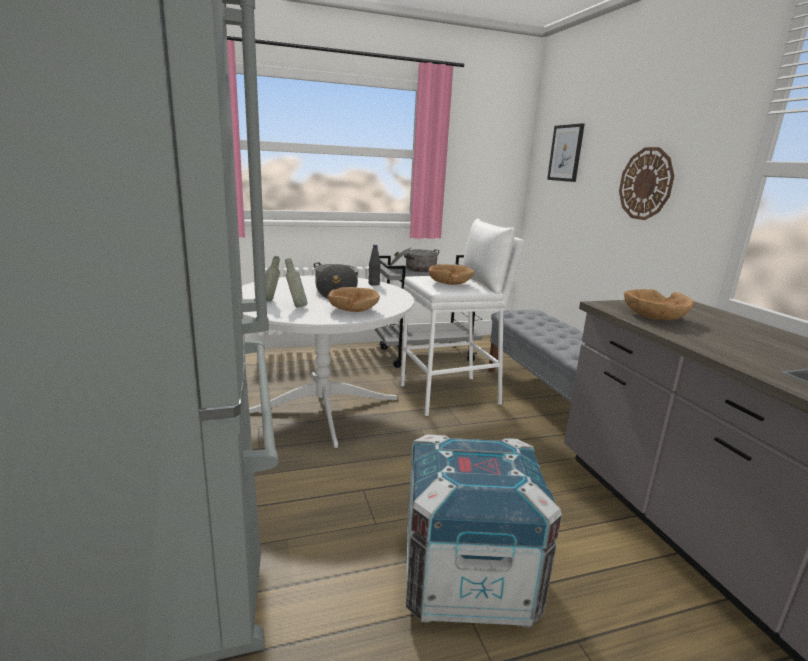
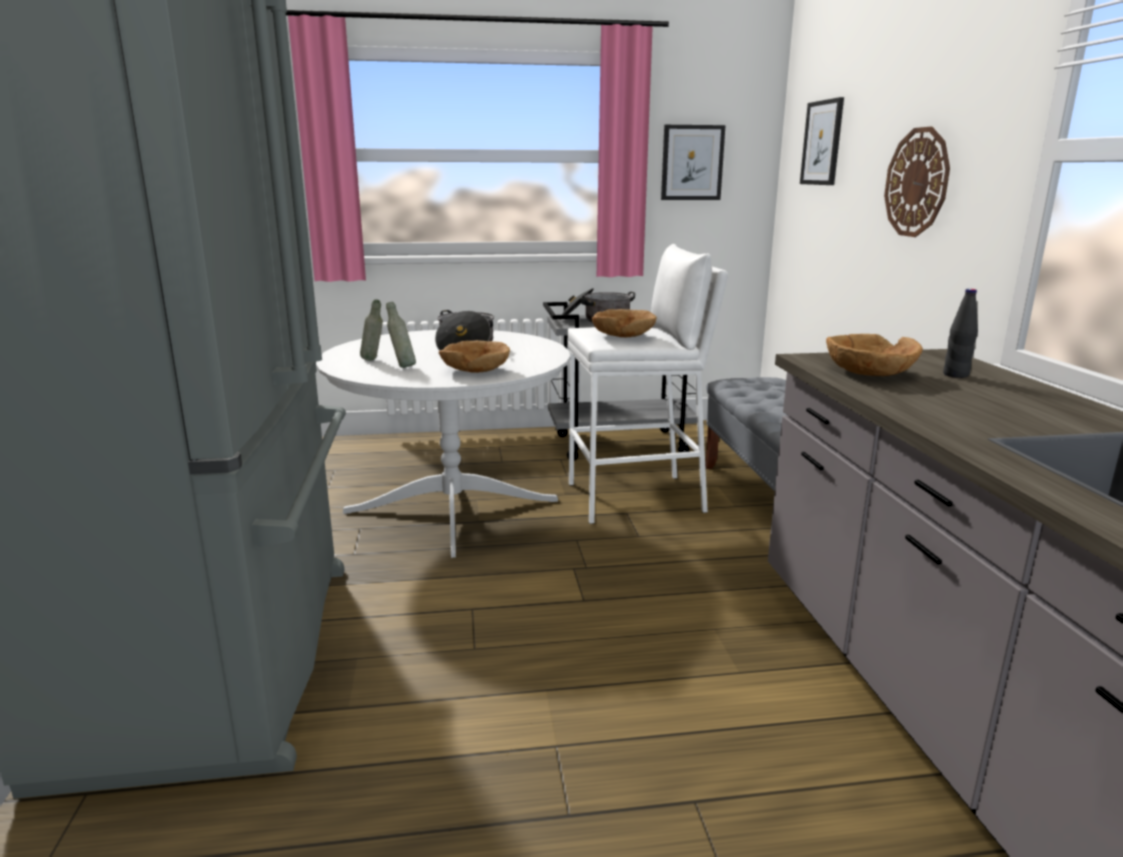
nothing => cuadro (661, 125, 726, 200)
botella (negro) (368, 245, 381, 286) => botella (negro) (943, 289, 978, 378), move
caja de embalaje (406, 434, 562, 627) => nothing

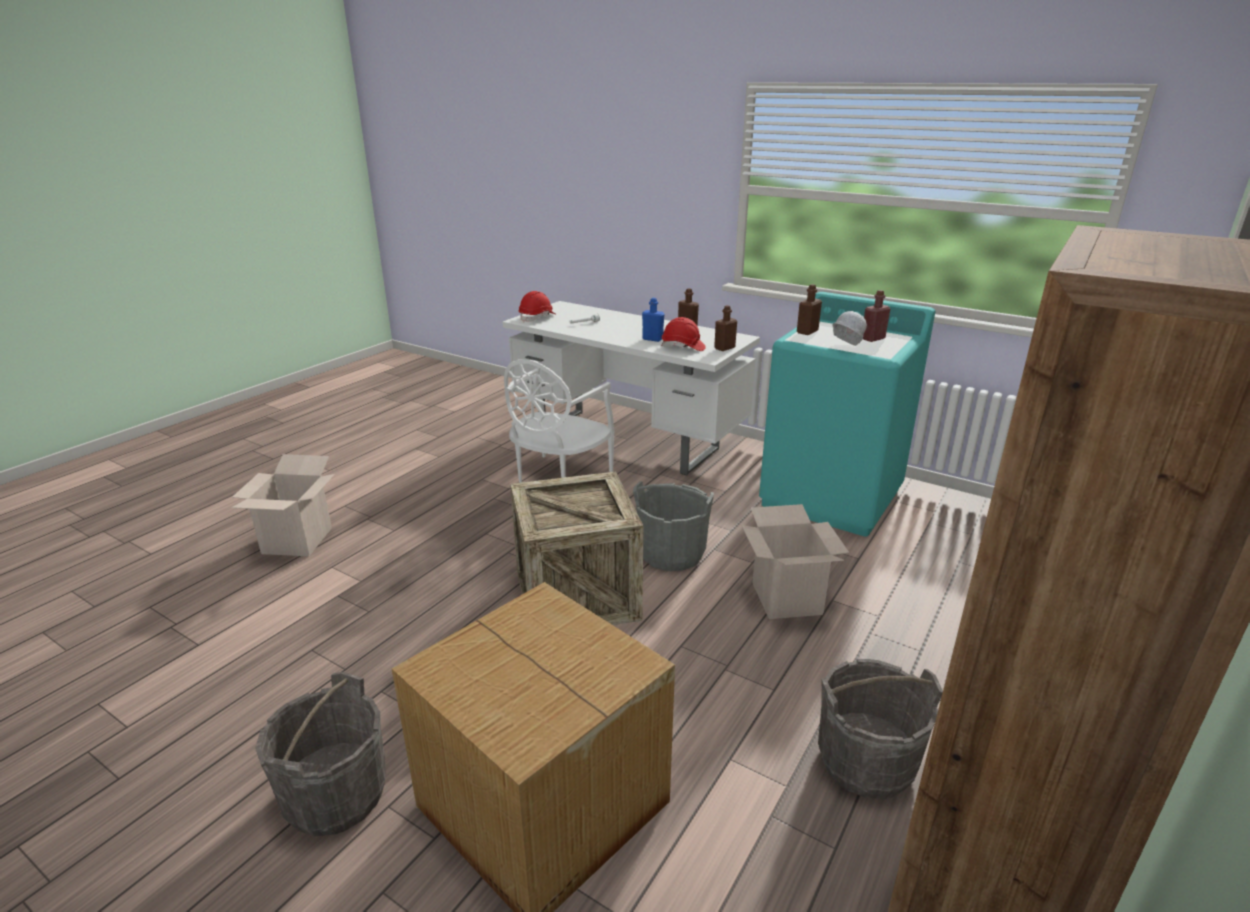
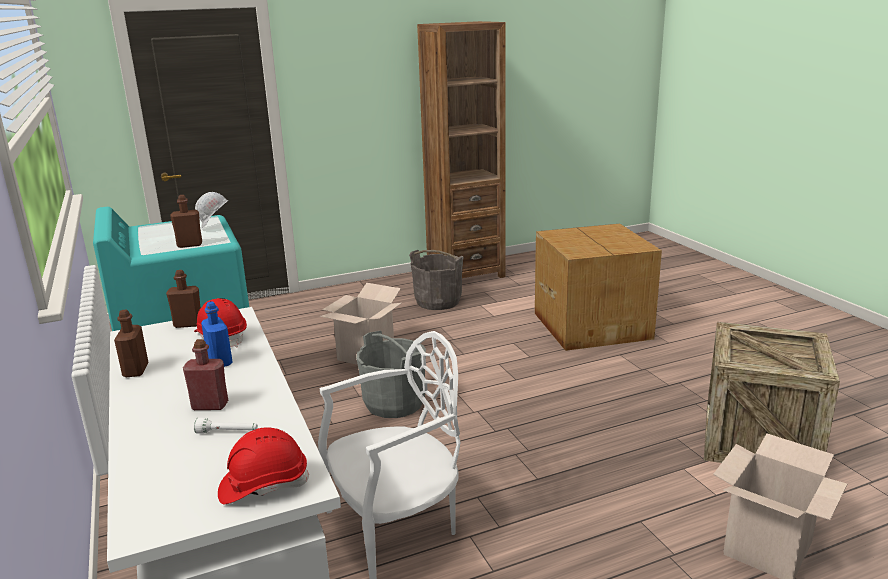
botella (rojo) (863, 290, 890, 342) => botella (rojo) (183, 339, 228, 410), move
caja de embalaje (510, 471, 644, 625) => caja de embalaje (704, 322, 840, 463), move
cubo (gris) (255, 672, 386, 836) => nothing

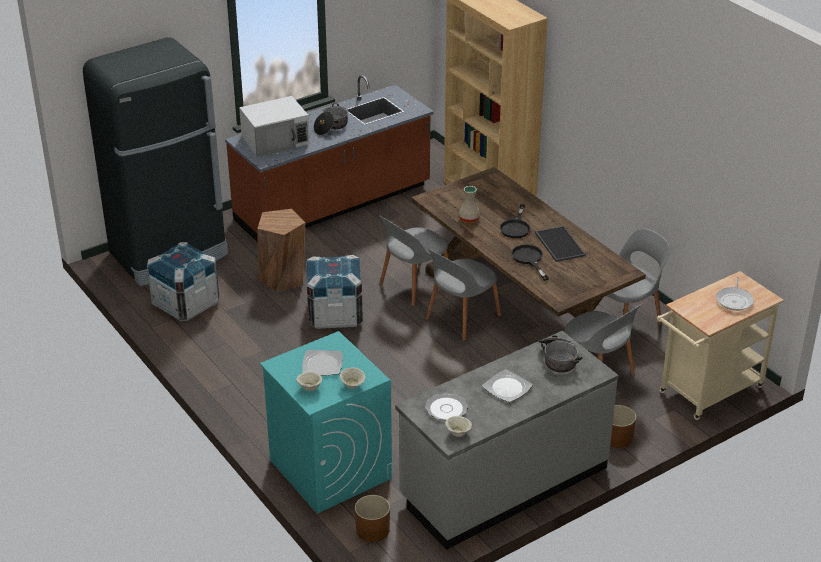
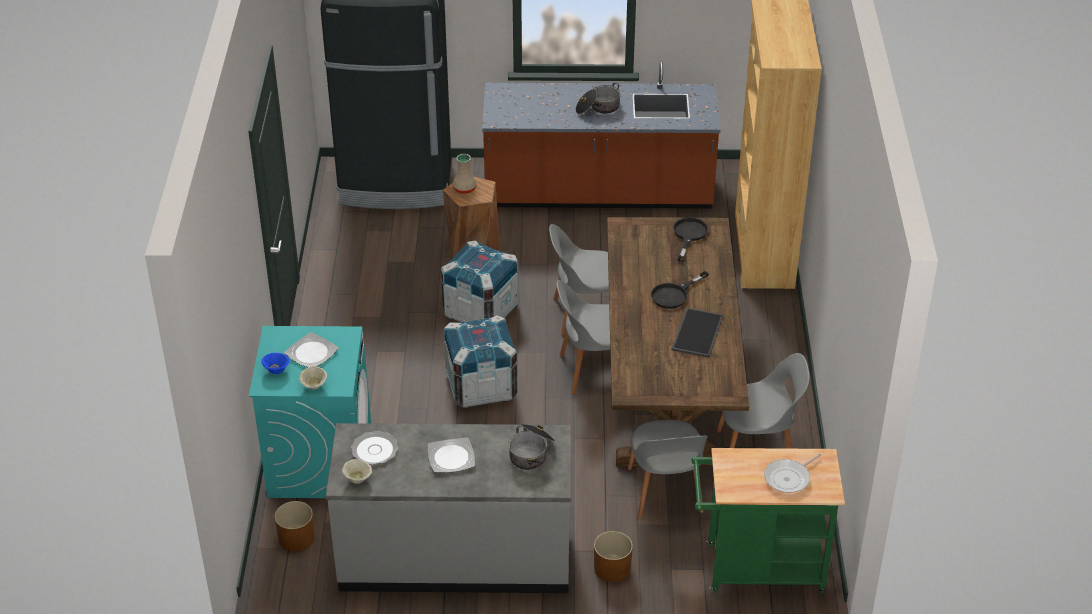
cuenco (beis) (296, 372, 322, 391) => cuenco (azul) (262, 353, 289, 374)
caja de embalaje (147, 242, 219, 321) => caja de embalaje (443, 315, 517, 408), move
florero (beis) (459, 186, 480, 223) => florero (beis) (453, 154, 477, 194), move
sartén (negro) (511, 244, 549, 281) => sartén (negro) (673, 217, 708, 262), move
carrito (beis) (657, 271, 784, 420) => carrito (verde) (692, 448, 845, 593)
microondas (blanco) (239, 96, 310, 157) => nothing

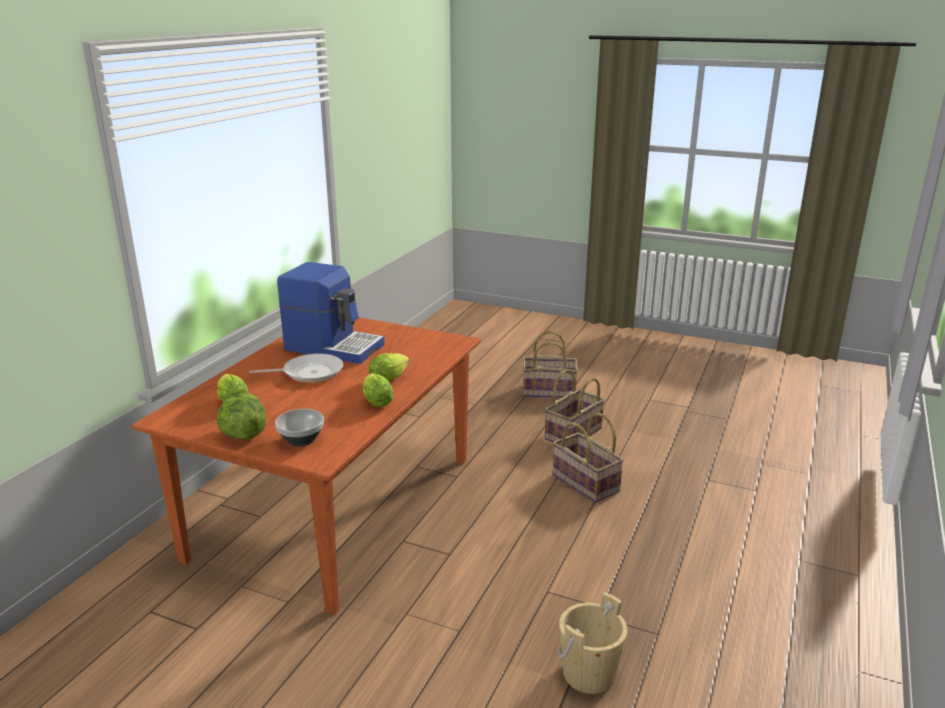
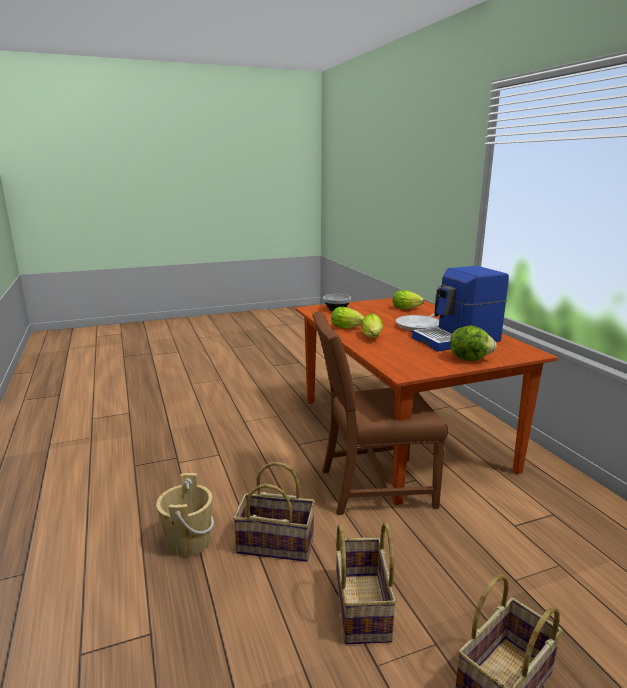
cubo (beis) (558, 592, 627, 694) => cubo (beis) (156, 473, 214, 557), move
nothing => silla (marrón) (313, 311, 448, 515)
lechuga (217, 393, 266, 439) => lechuga (450, 326, 497, 361), move

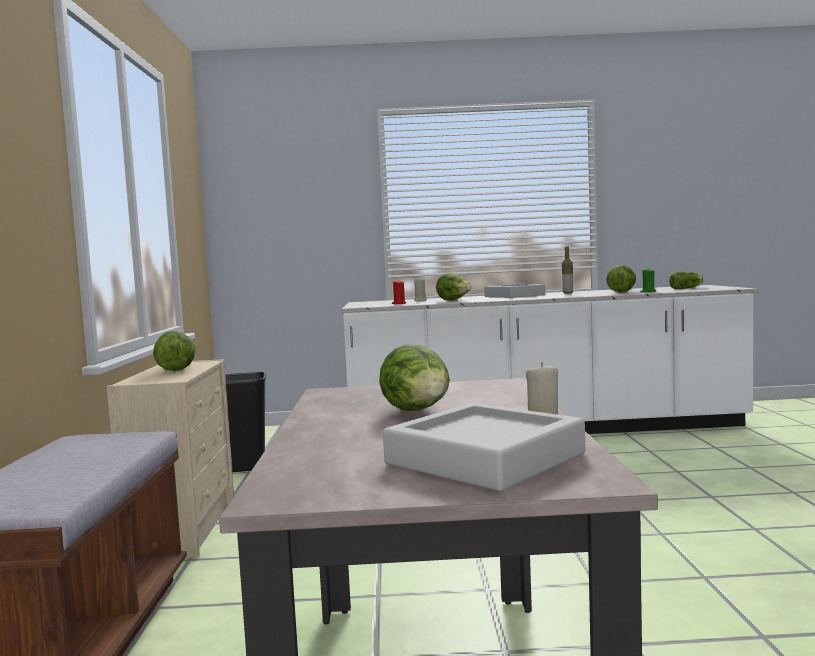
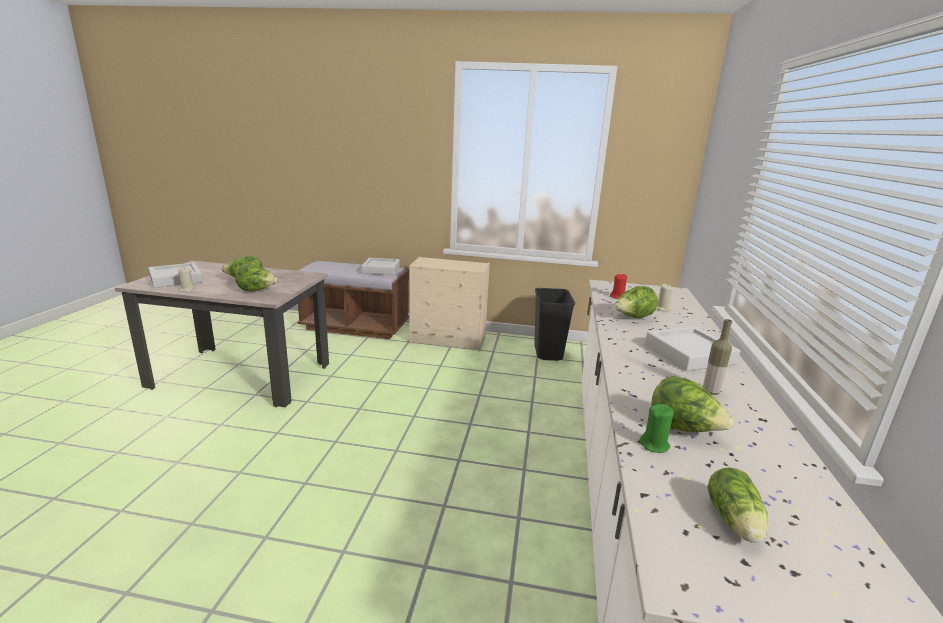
lechuga (153, 331, 196, 371) => lechuga (235, 264, 278, 292), move
nothing => bandeja (gris) (361, 258, 400, 275)

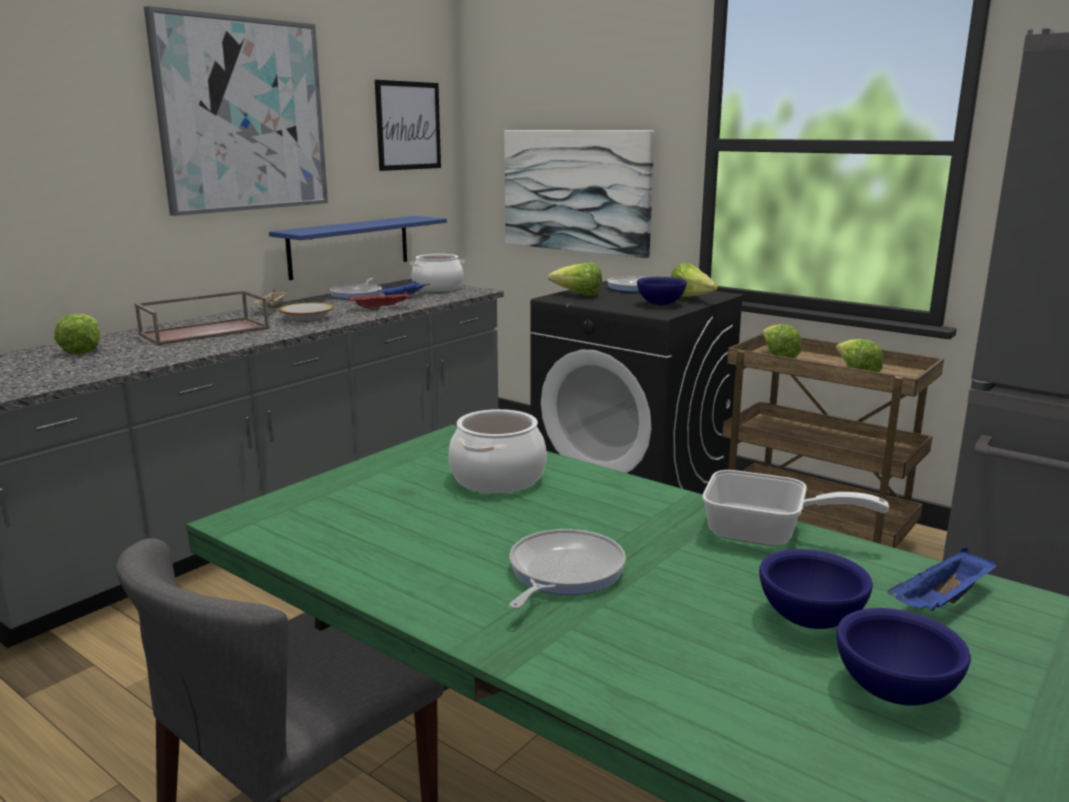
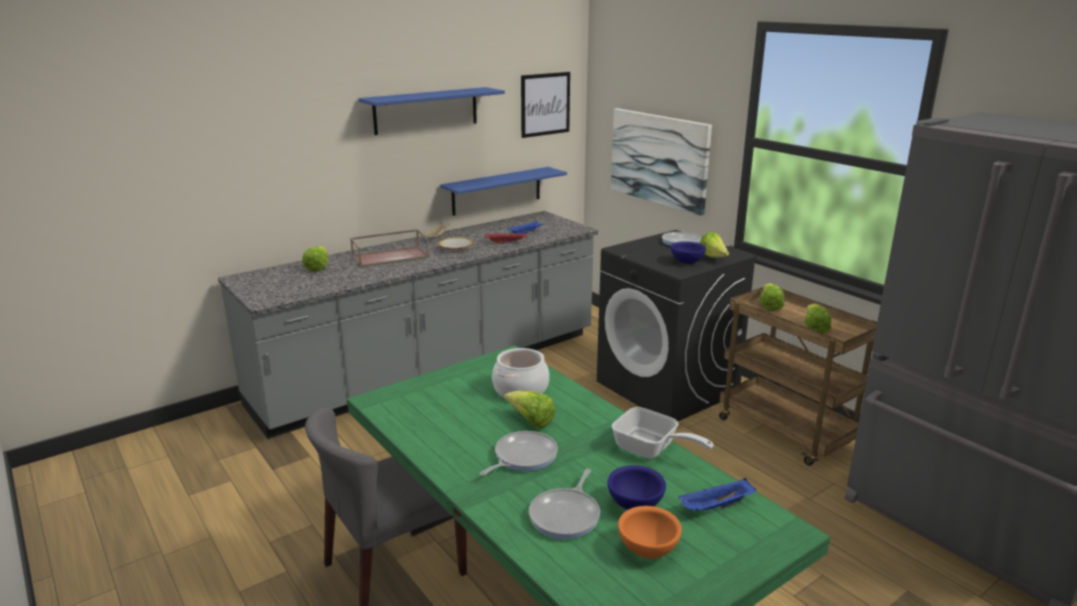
cuadro (144, 6, 328, 216) => estante (azul) (358, 87, 505, 135)
lechuga (548, 262, 602, 296) => lechuga (504, 391, 555, 429), move
sartén (330, 278, 382, 300) => sartén (529, 469, 600, 539), move
cuenco (azul) (836, 608, 971, 706) => cuenco (naranja) (618, 506, 682, 558)
olla (410, 254, 464, 292) => nothing

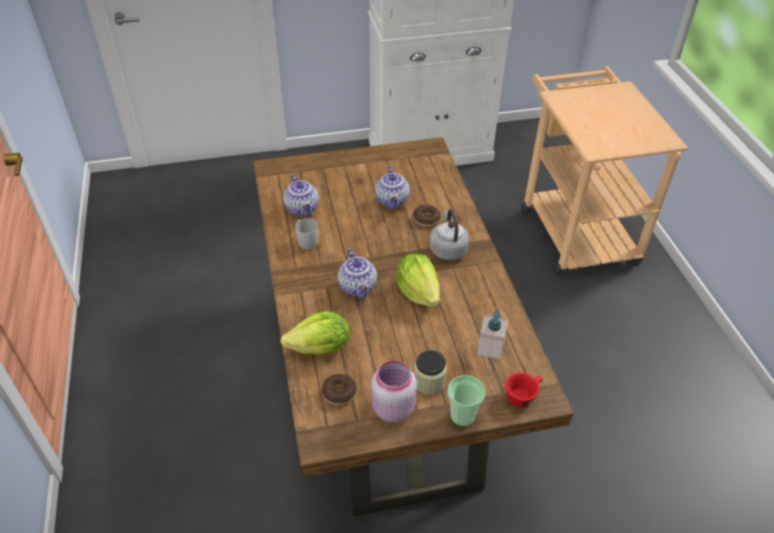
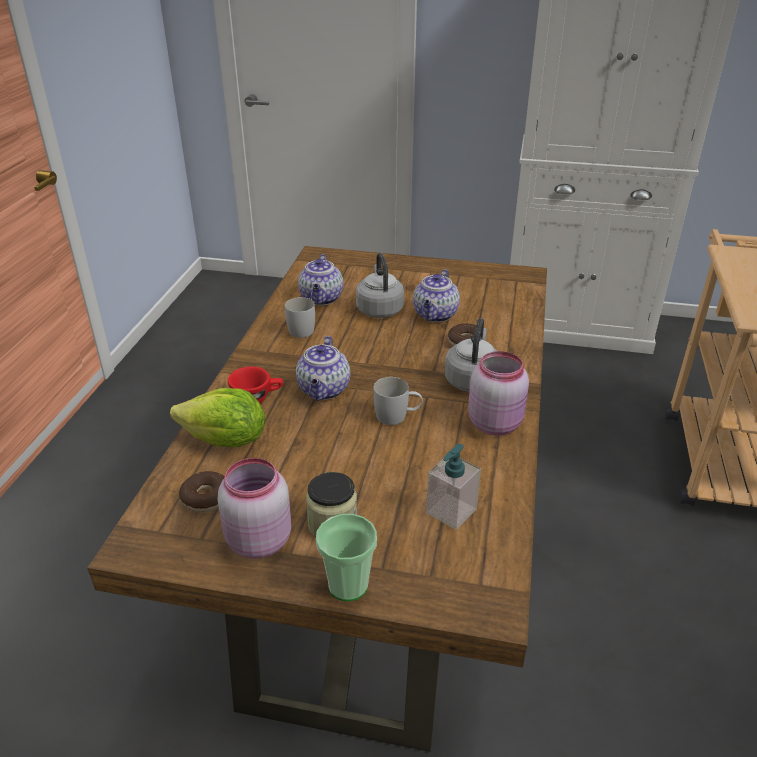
taza (rojo) (505, 373, 542, 407) => taza (rojo) (228, 366, 283, 403), move
nothing => hervidor (gris) (356, 253, 404, 318)
lechuga (397, 254, 440, 307) => taza grande (blanco) (373, 377, 423, 425)
nothing => tarro (rosa) (468, 351, 529, 436)

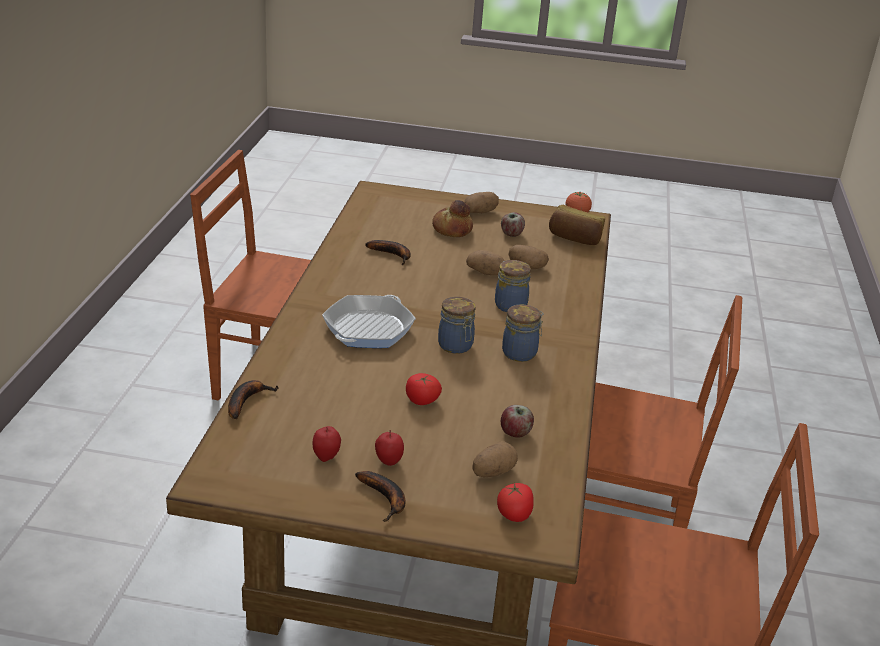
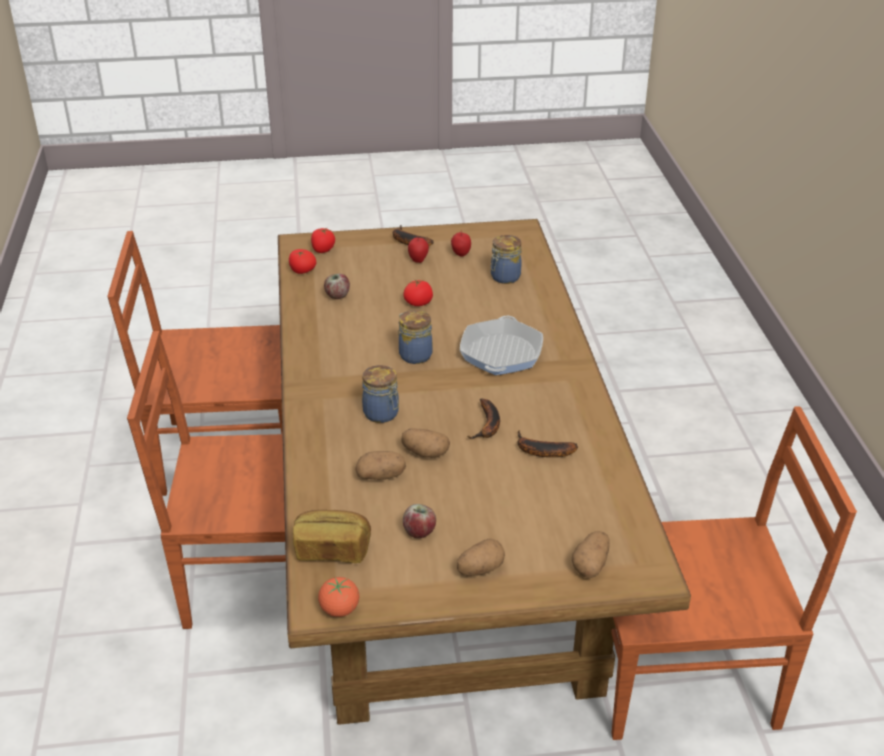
nothing => tomate (289, 249, 316, 274)
plátano (228, 380, 279, 419) => plátano (467, 399, 500, 439), move
tarro (502, 304, 544, 362) => tarro (491, 235, 521, 284), move
patata (472, 441, 518, 478) => patata (572, 531, 610, 578), move
pan (432, 200, 473, 237) => nothing

